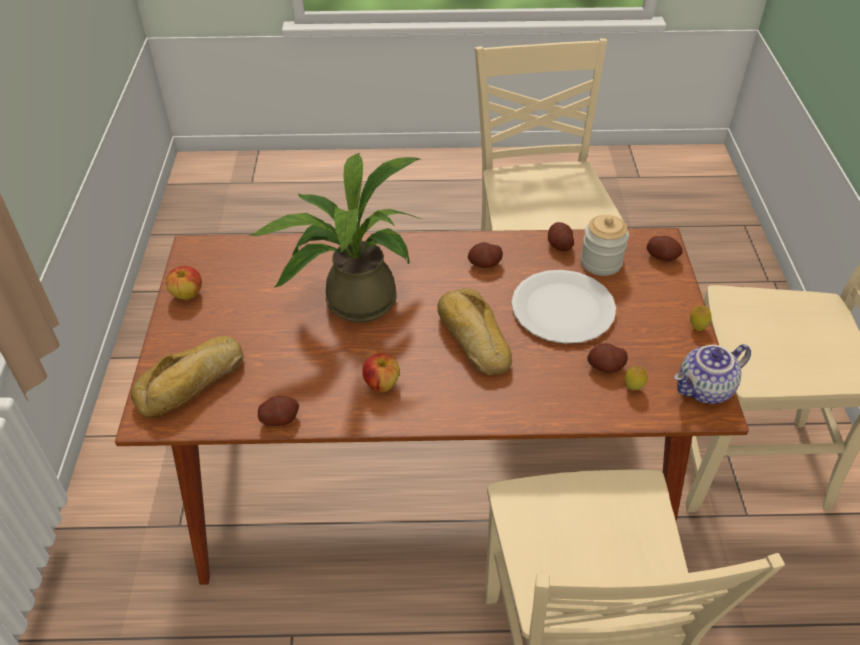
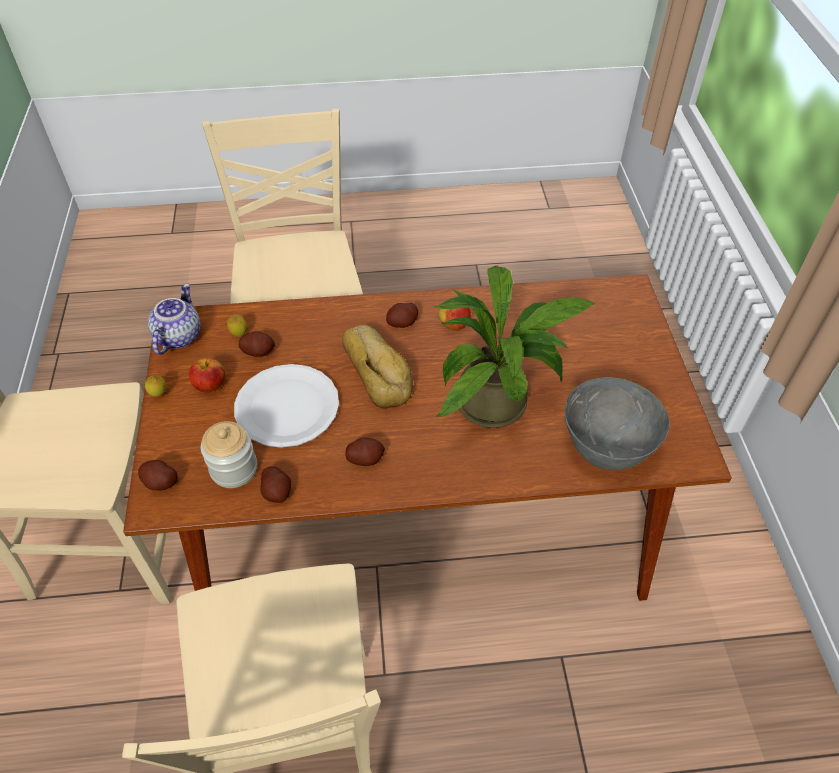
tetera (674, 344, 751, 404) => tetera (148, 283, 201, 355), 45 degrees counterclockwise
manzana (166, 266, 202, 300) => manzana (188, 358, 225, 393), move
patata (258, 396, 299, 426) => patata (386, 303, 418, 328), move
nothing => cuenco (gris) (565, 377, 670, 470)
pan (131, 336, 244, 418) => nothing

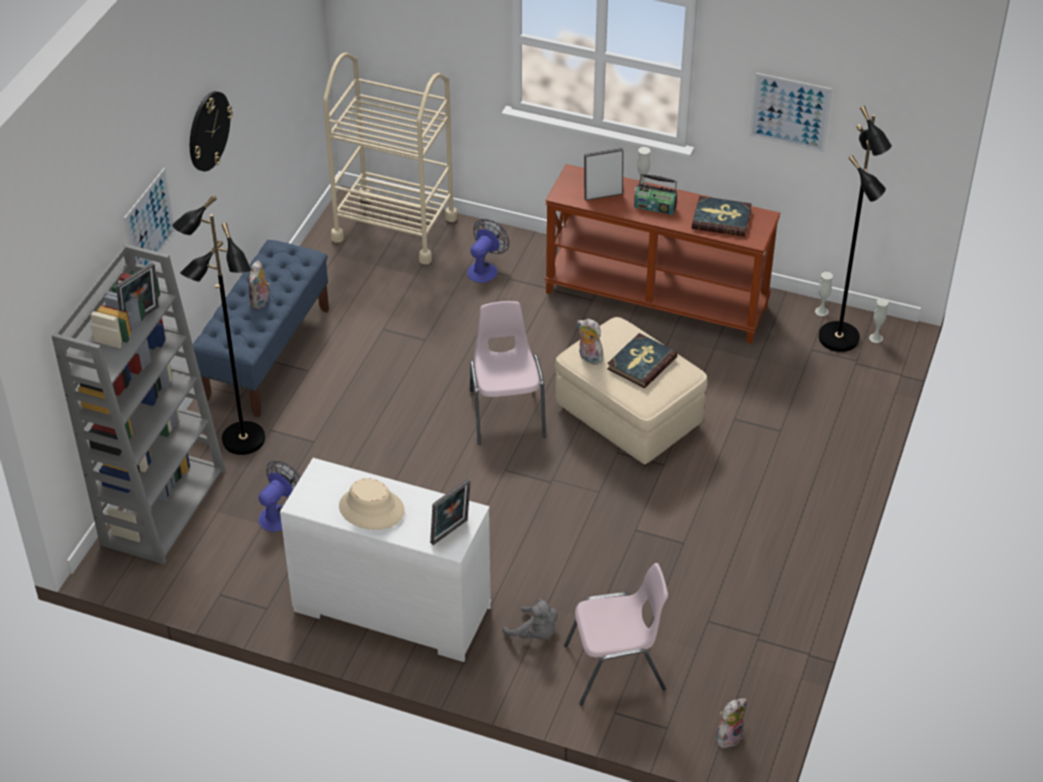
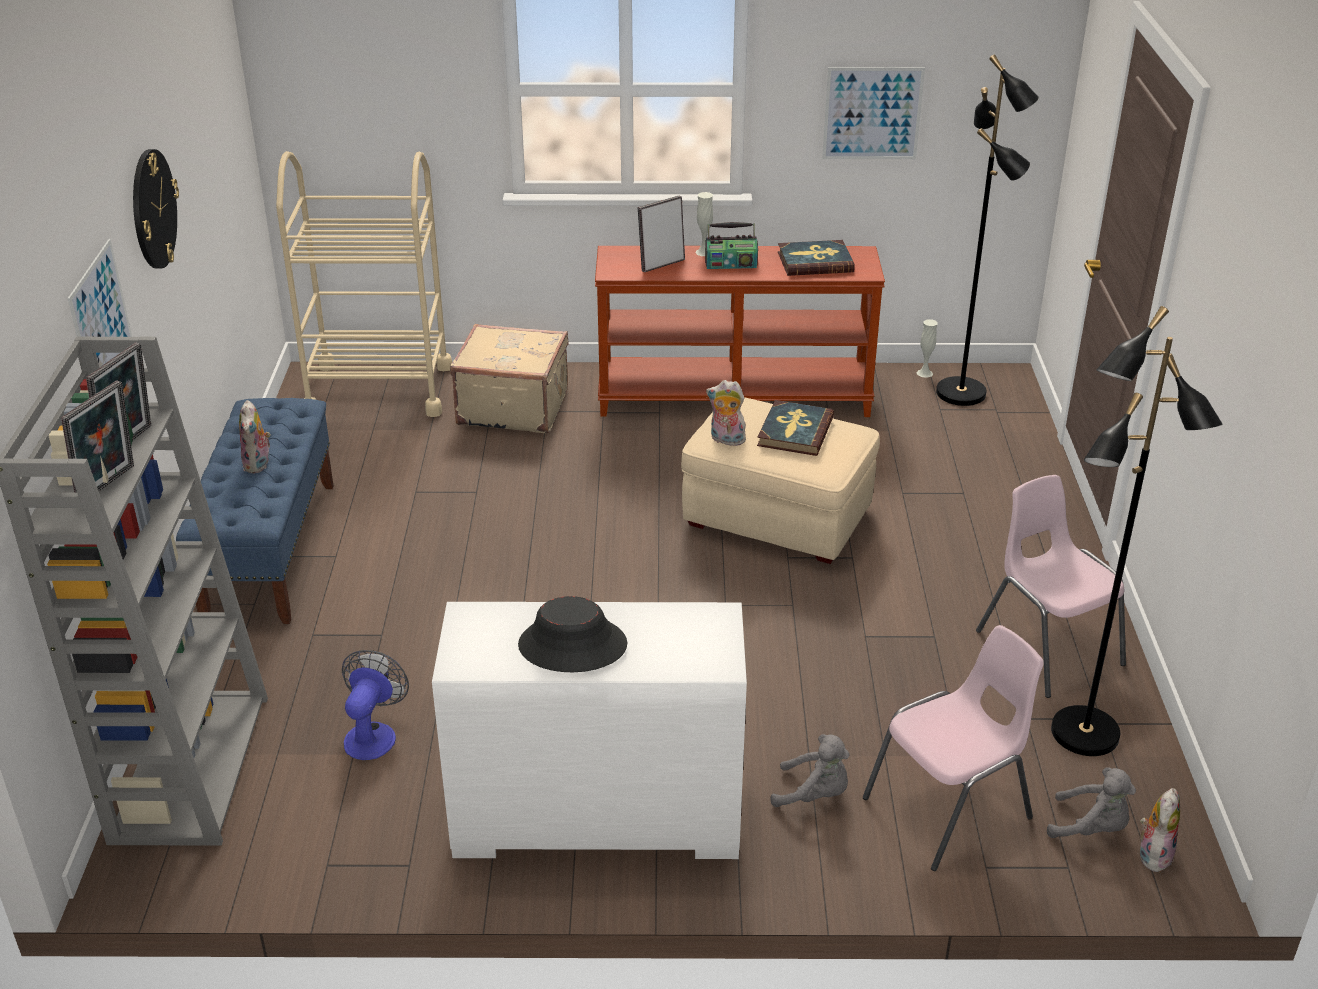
portarretratos (430, 479, 471, 545) => portarretratos (61, 380, 134, 493), move
ventilador (467, 219, 509, 283) => maleta (beis) (450, 324, 569, 433)
sombrero (beis) (339, 478, 405, 530) => sombrero (negro) (518, 596, 628, 672)
silla (rosa) (470, 301, 546, 445) => silla (rosa) (976, 475, 1126, 698), move
nothing => peluche (gris) (1047, 767, 1136, 838)
lámpara de pie (negro) (172, 195, 265, 455) => lámpara de pie (negro) (1051, 306, 1222, 756), move
florero (blanco) (869, 298, 889, 343) => nothing

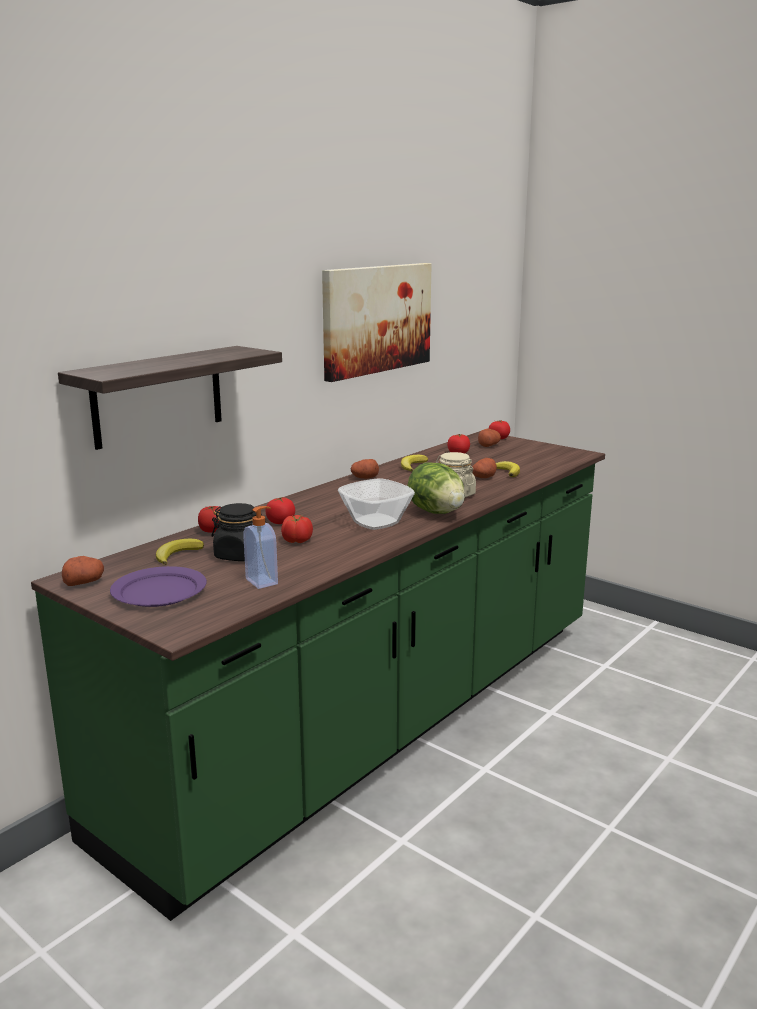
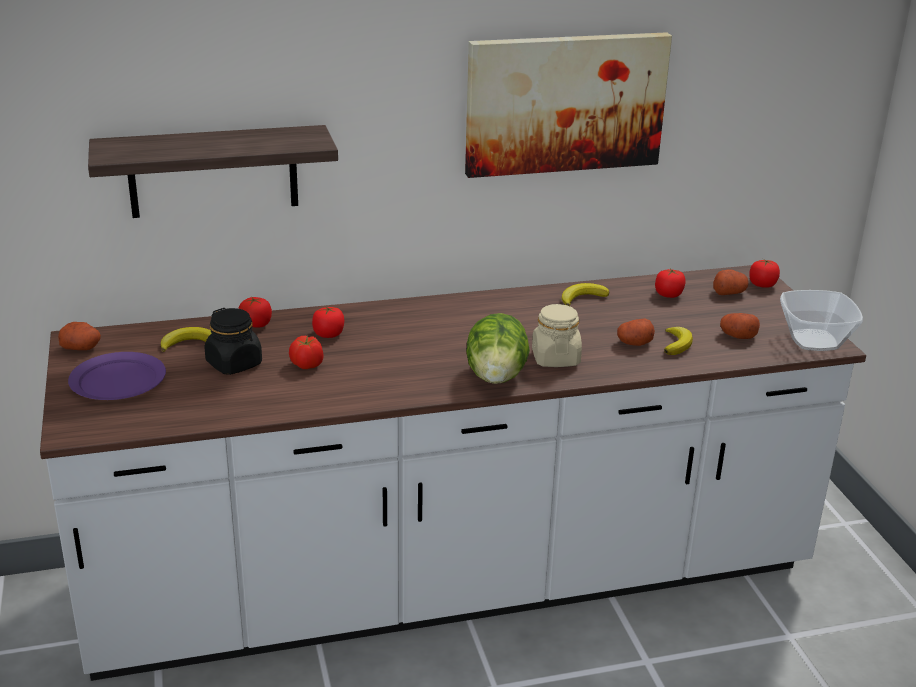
mueble bajo de cocina (verde) (31, 431, 605, 921) => mueble bajo de cocina (blanco) (40, 265, 866, 681)
patata (351, 459, 379, 479) => patata (720, 313, 760, 339), move
cuenco (338, 478, 415, 530) => cuenco (780, 290, 863, 351), move
dispensador de jabón (243, 506, 278, 589) => nothing

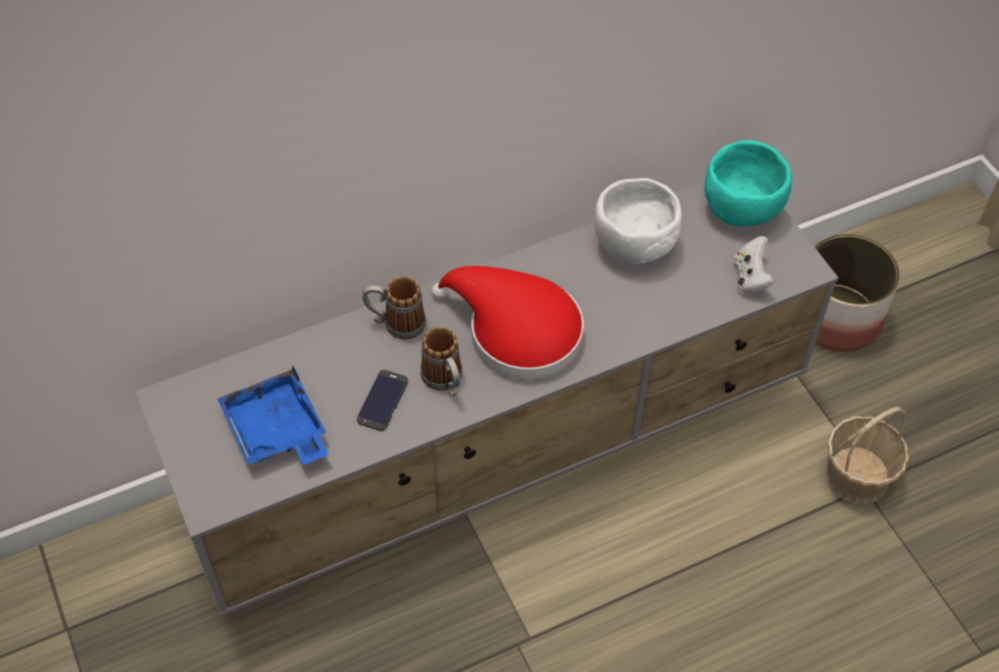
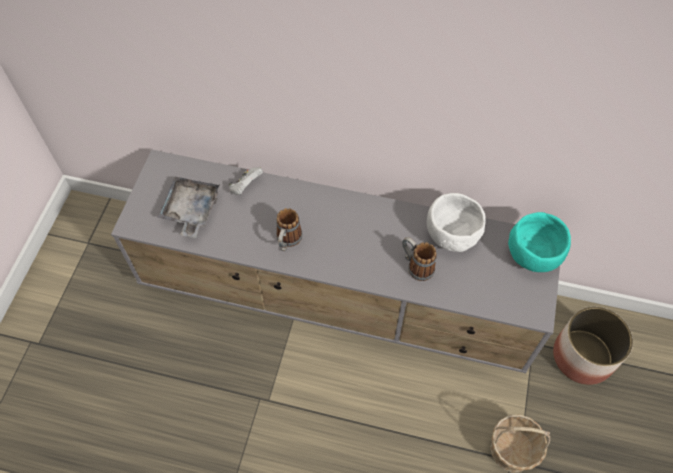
bandeja (azul) (217, 366, 328, 465) => bandeja (gris) (157, 177, 219, 238)
mando de consola (blanco) (733, 236, 775, 293) => mando de consola (blanco) (229, 167, 263, 195), move
taza grande (362, 276, 426, 339) => taza grande (402, 237, 437, 281), move
móvil (357, 370, 408, 431) => nothing
sombrero (rojo) (431, 266, 584, 379) => nothing

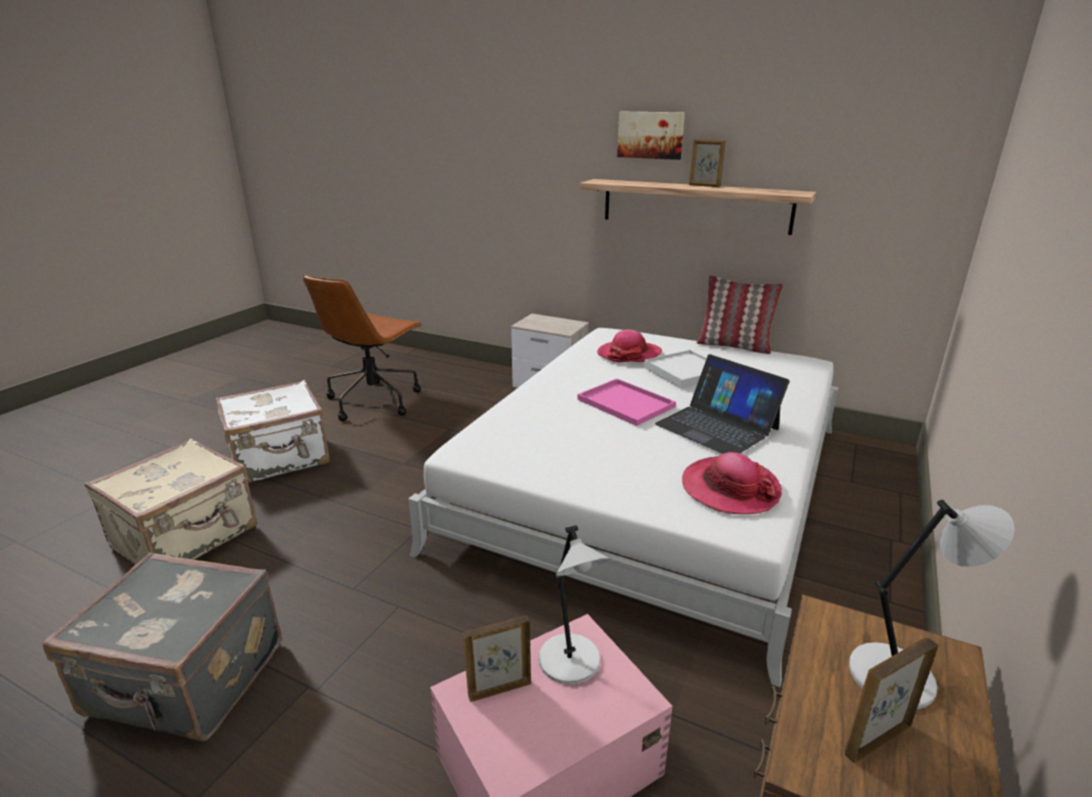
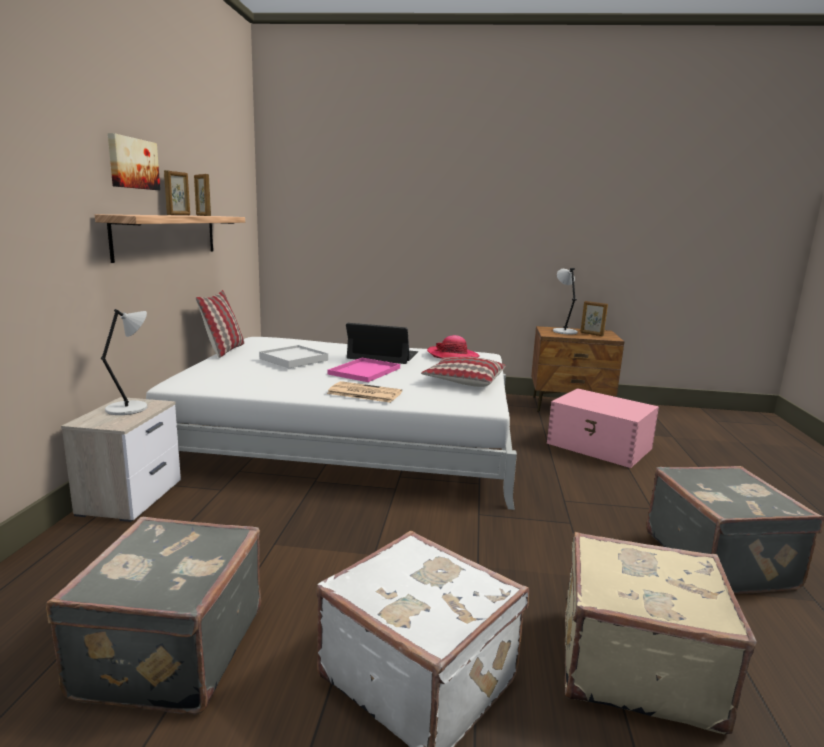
silla de oficina (marrón) (303, 275, 423, 421) => maleta (gris) (46, 517, 261, 714)
lámpara de mesa (gris) (539, 525, 610, 685) => lámpara de mesa (gris) (101, 309, 147, 415), move
portarretratos (463, 616, 531, 702) => portarretratos (194, 174, 211, 216), move
nothing => periódico (327, 381, 402, 403)
portátil (655, 354, 790, 454) => portátil (346, 323, 418, 364), 105 degrees counterclockwise
nothing => cojín (421, 357, 506, 387)
sombrero (597, 329, 662, 362) => nothing

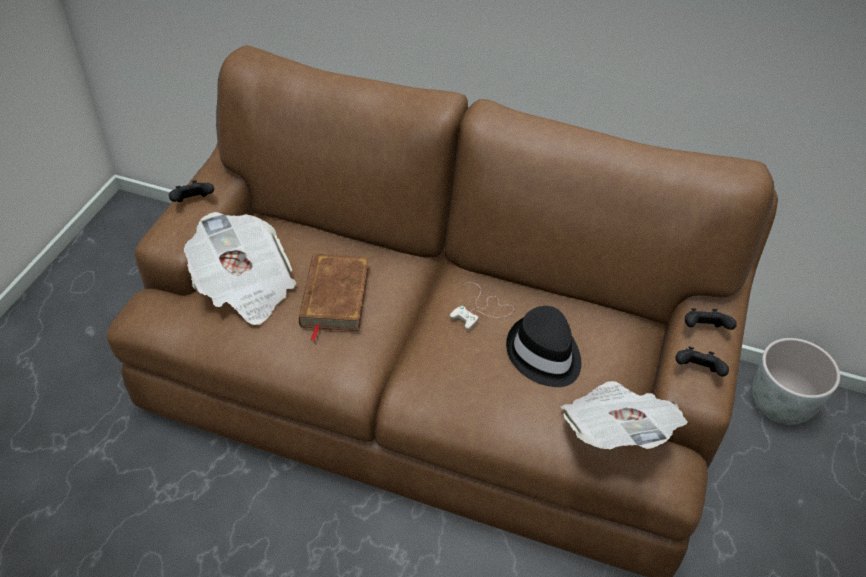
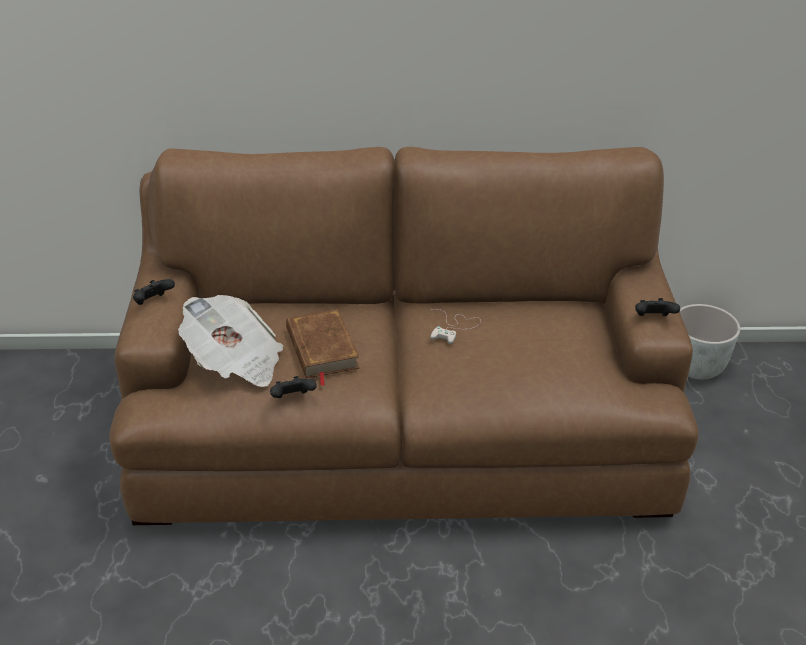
mando de consola (negro) (685, 308, 737, 330) => mando de consola (negro) (270, 376, 317, 398), move
sombrero (negro) (506, 306, 581, 387) => nothing
periódico (561, 381, 688, 449) => nothing

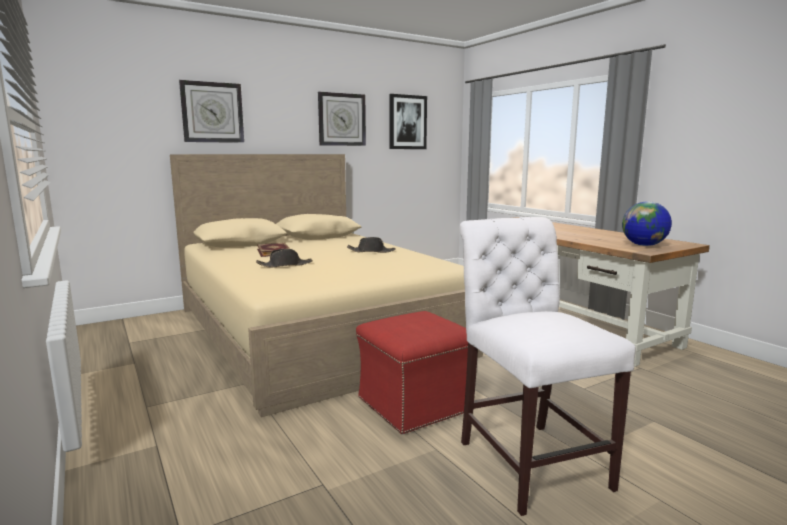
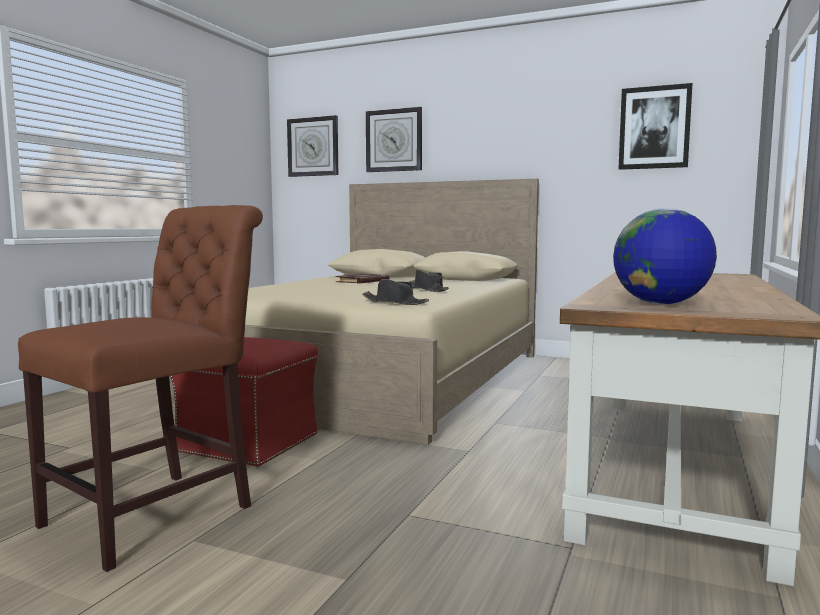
silla (blanco) (459, 217, 636, 516) => silla (marrón) (18, 205, 263, 572)
reloj de pared (318, 92, 366, 146) => reloj de pared (287, 115, 338, 177), move
sombrero (negro) (256, 249, 312, 268) => sombrero (negro) (362, 279, 429, 305), move

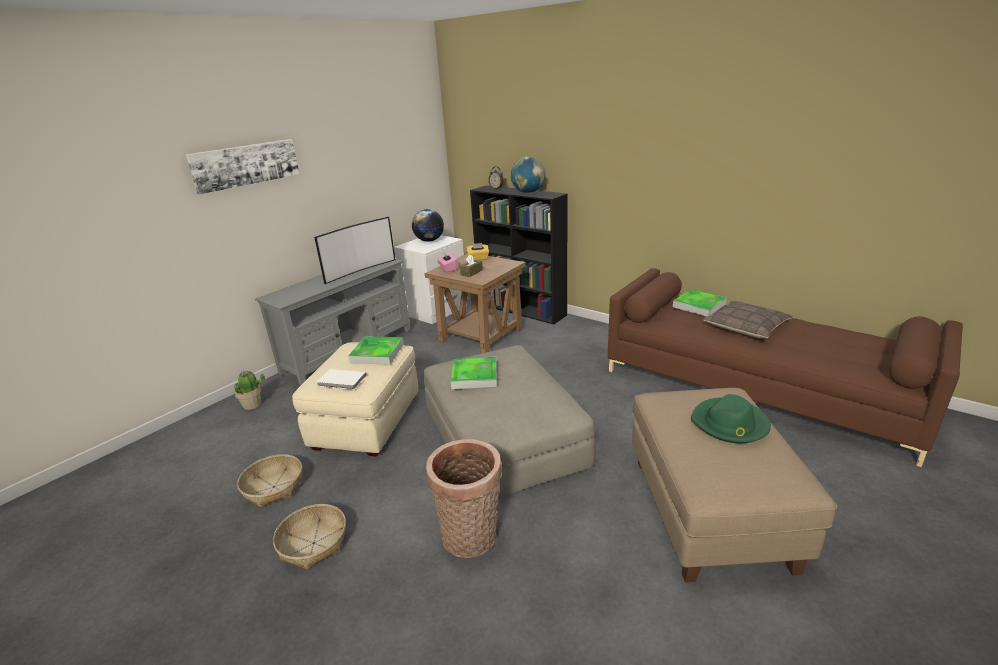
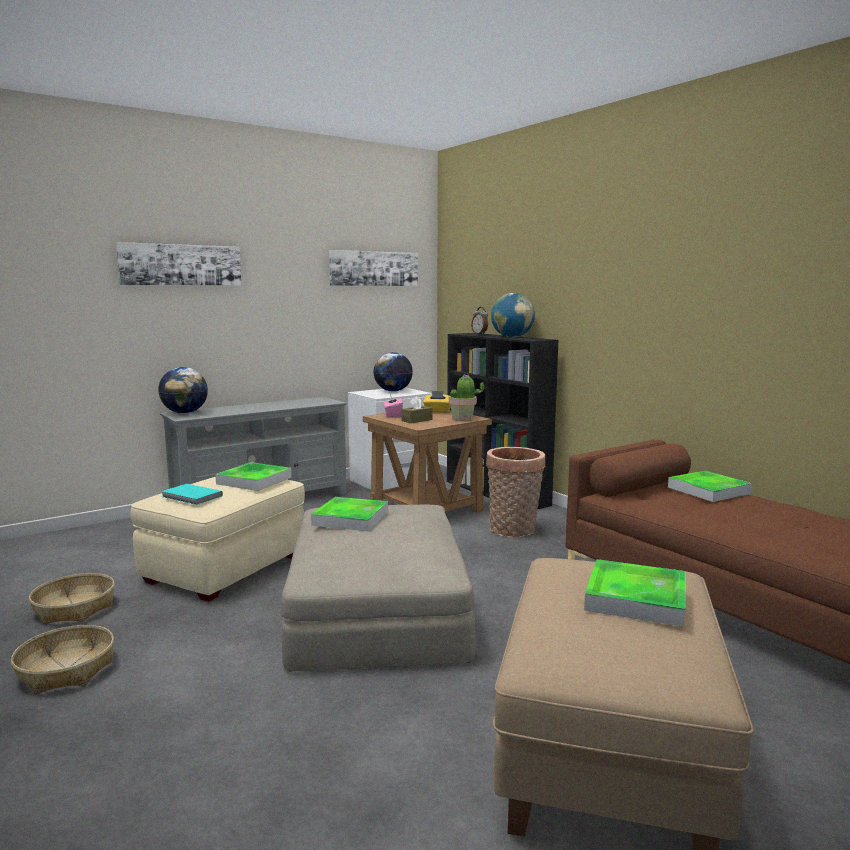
nothing => globo terráqueo (158, 367, 208, 414)
libro (blanco) (317, 369, 367, 390) => libro (turquesa) (161, 484, 223, 505)
nothing => cuadro (329, 250, 418, 286)
planta en maceta (234, 369, 265, 410) => planta en maceta (449, 374, 485, 421), move
cesta (426, 439, 502, 558) => cesta (486, 447, 545, 537), move
sombrero (verde) (691, 394, 771, 444) => bandeja (584, 559, 686, 627)
televisor (314, 217, 395, 284) => nothing
cojín (703, 301, 794, 339) => nothing

